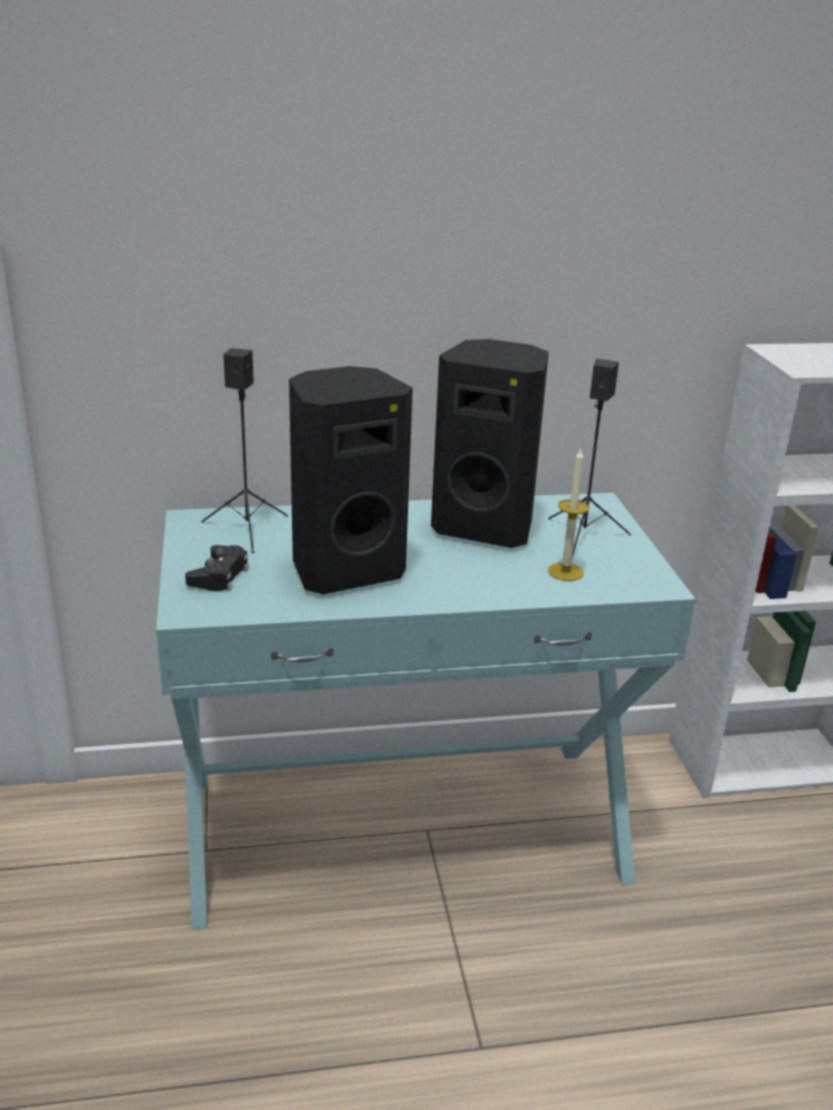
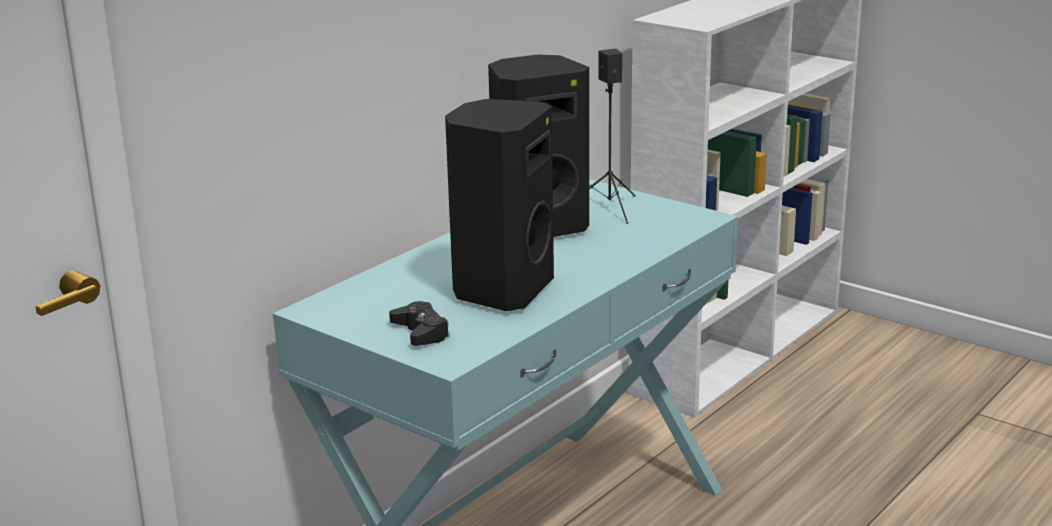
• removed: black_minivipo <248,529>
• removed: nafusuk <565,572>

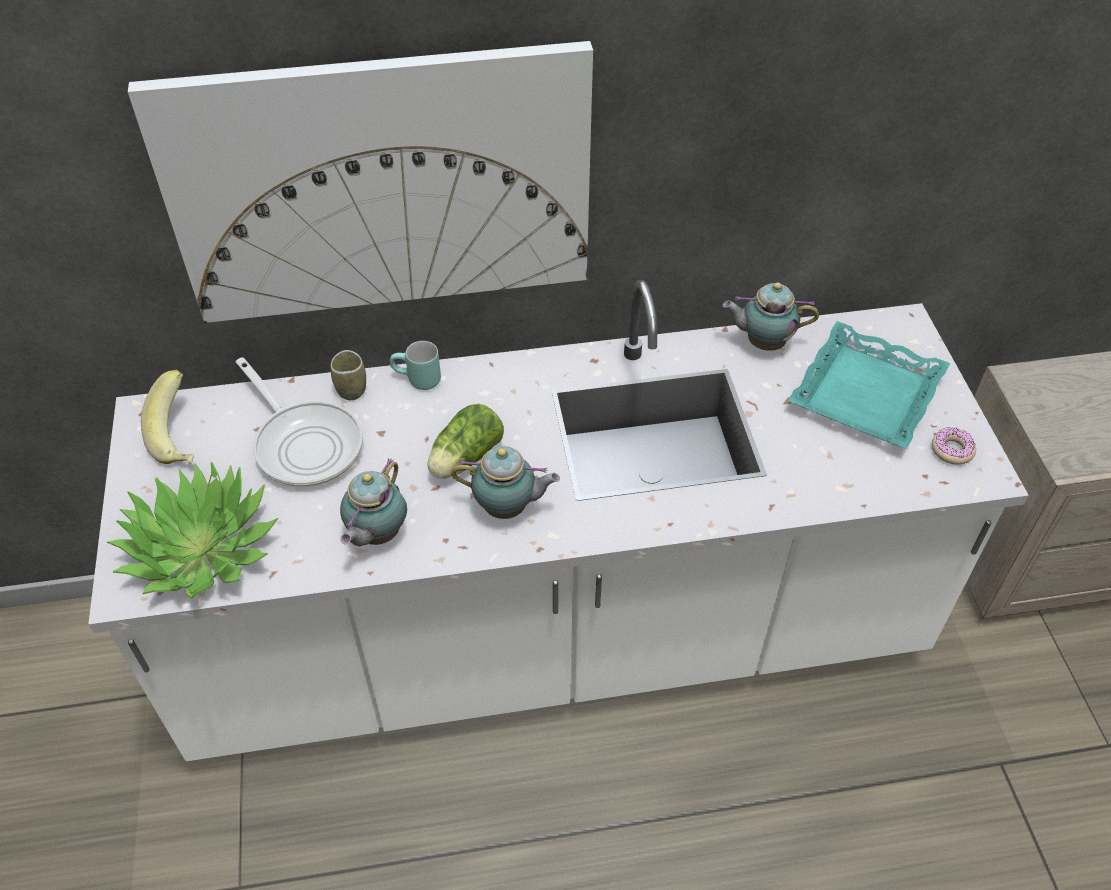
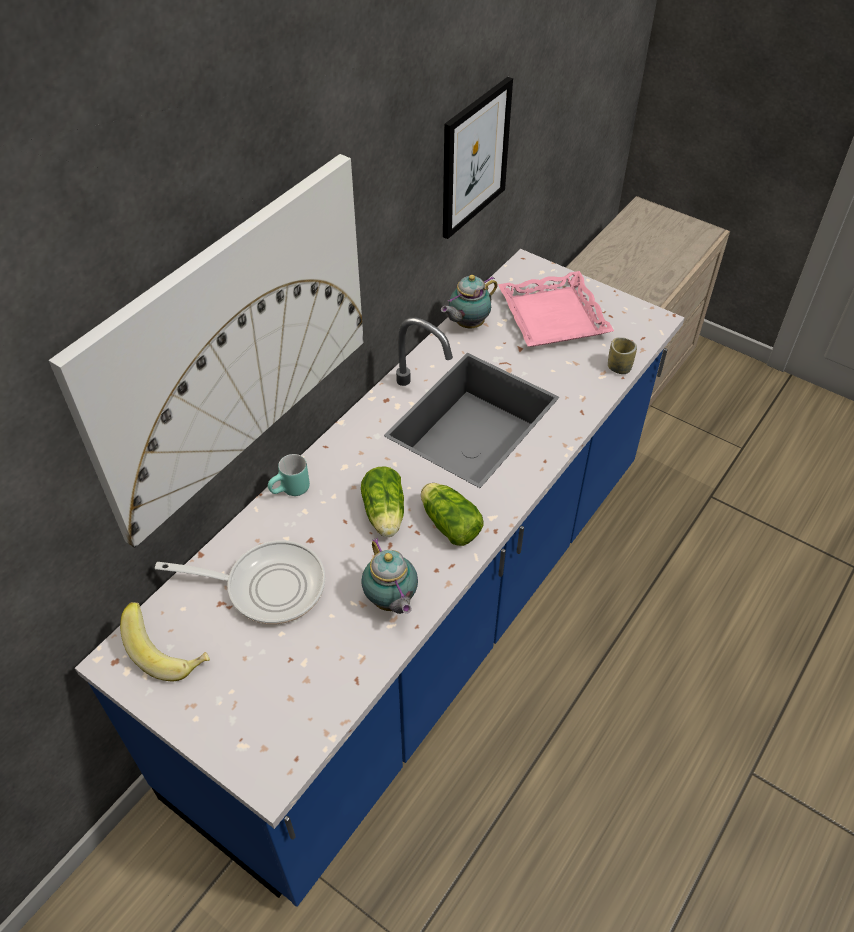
• recoloured: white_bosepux <555,634> to blue_bosepux <427,620>
• removed: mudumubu <202,549>
• moved: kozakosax <351,390> to <619,367>
• replaced: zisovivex <508,508> to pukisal <448,522>
• recoloured: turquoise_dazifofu <865,393> to pink_dazifofu <552,317>
• removed: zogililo <952,450>
• added: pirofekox <474,158>

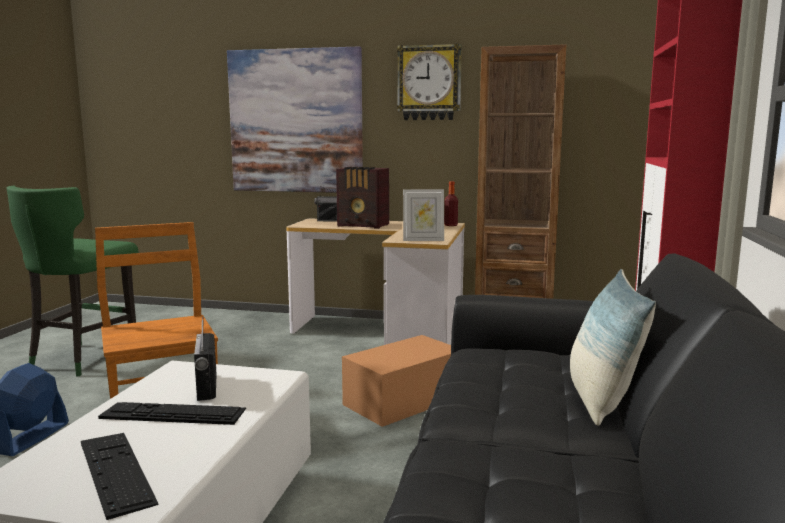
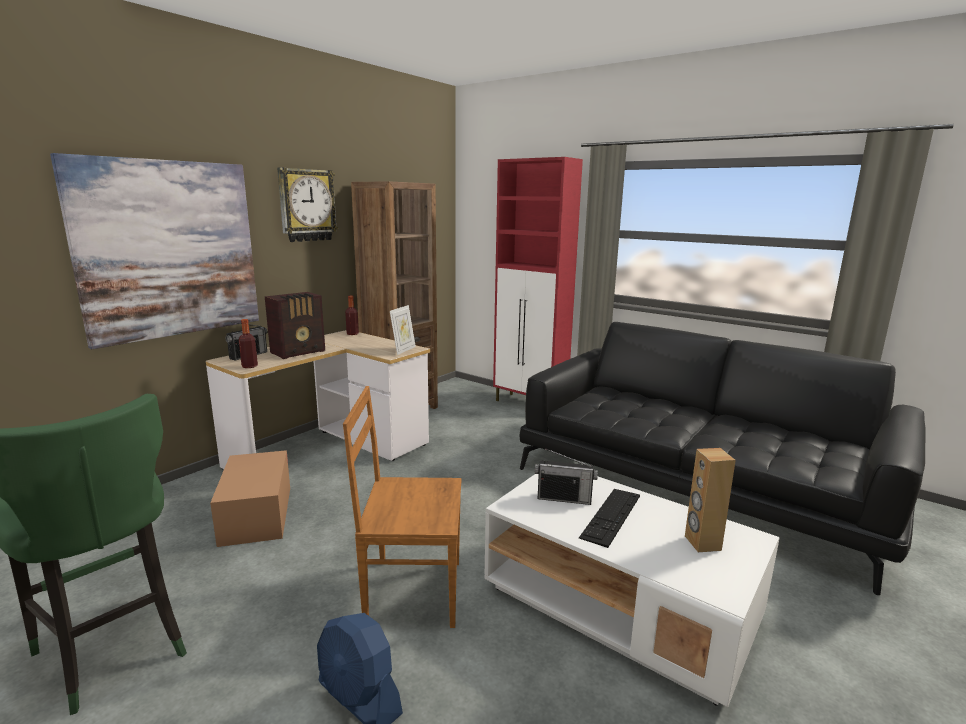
• replaced: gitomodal <116,471> to brown_minivipo <702,543>
• moved: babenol <403,400> to <257,514>
• removed: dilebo <600,400>
• added: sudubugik <249,366>

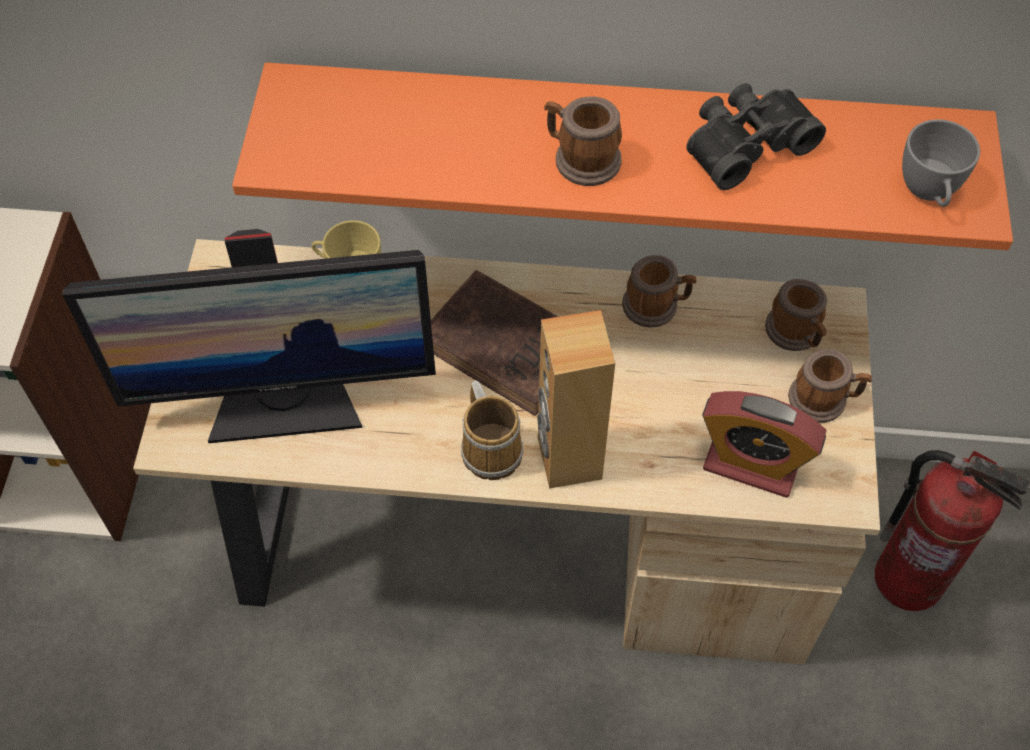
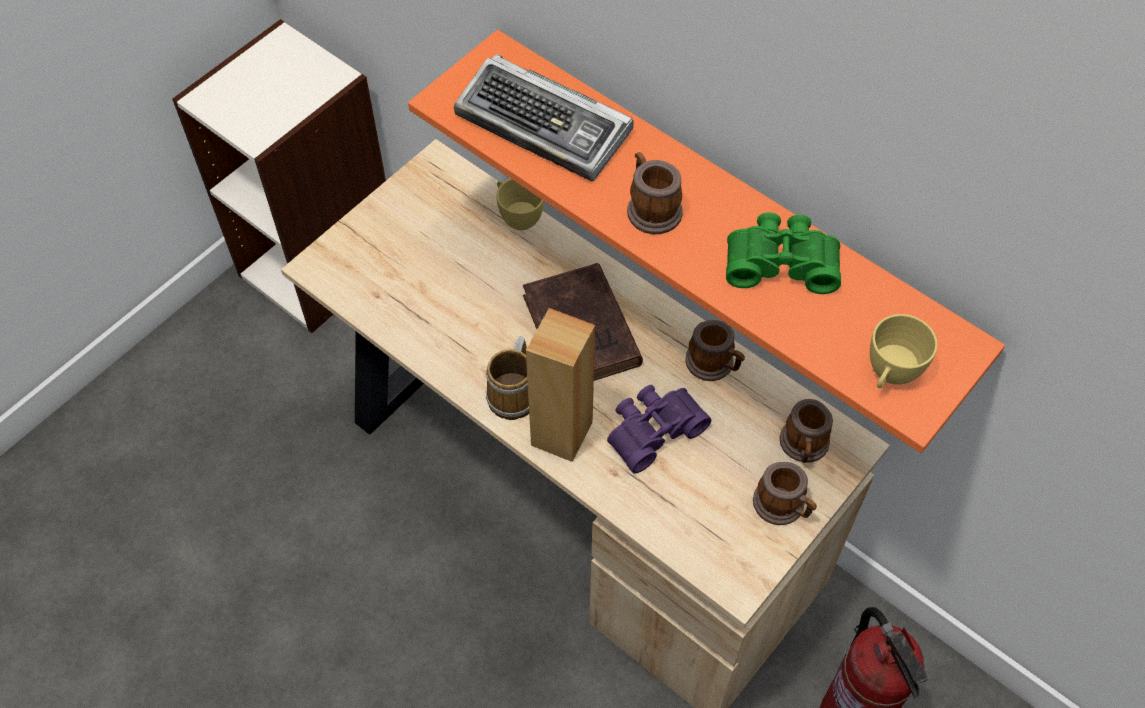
• removed: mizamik <284,402>
• recoloured: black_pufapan <745,143> to green_pufapan <781,261>
• removed: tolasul <751,464>
• recoloured: grey_kozakosax <929,192> to yellow_kozakosax <889,374>
• added: gitomodal <545,126>
• added: purple_pufapan <652,429>

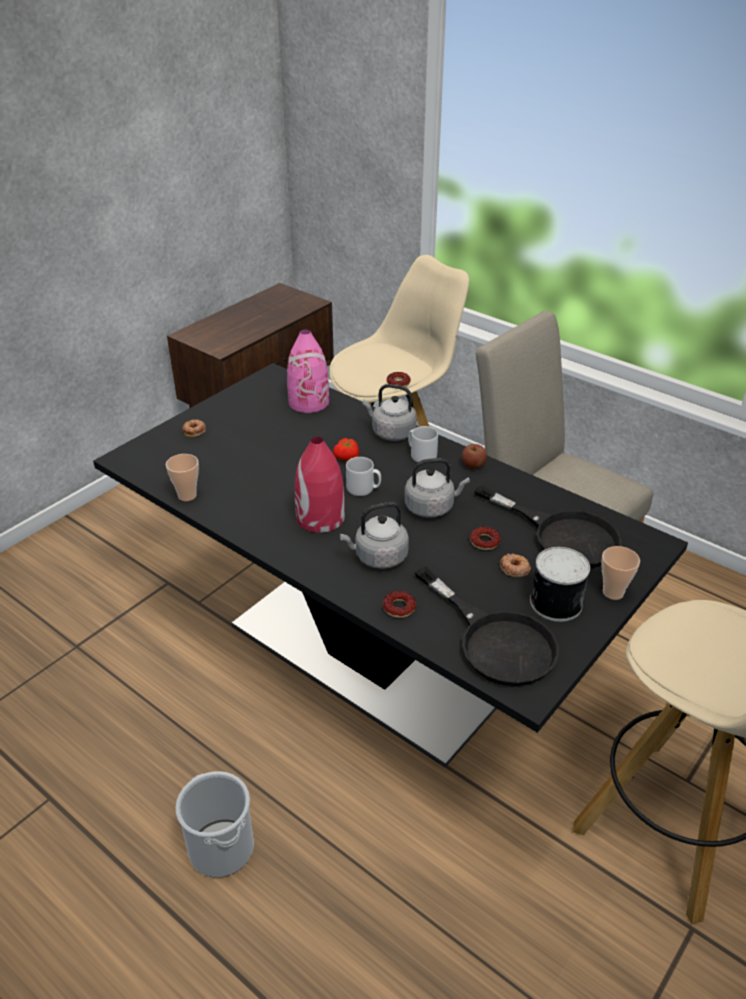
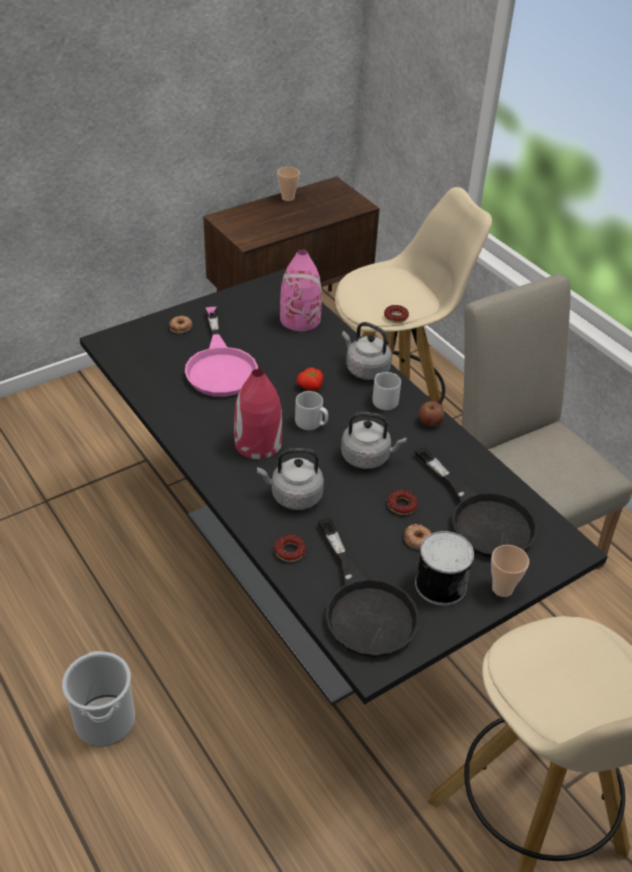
• moved: kozakosax <187,495> to <288,198>
• added: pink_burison <220,365>

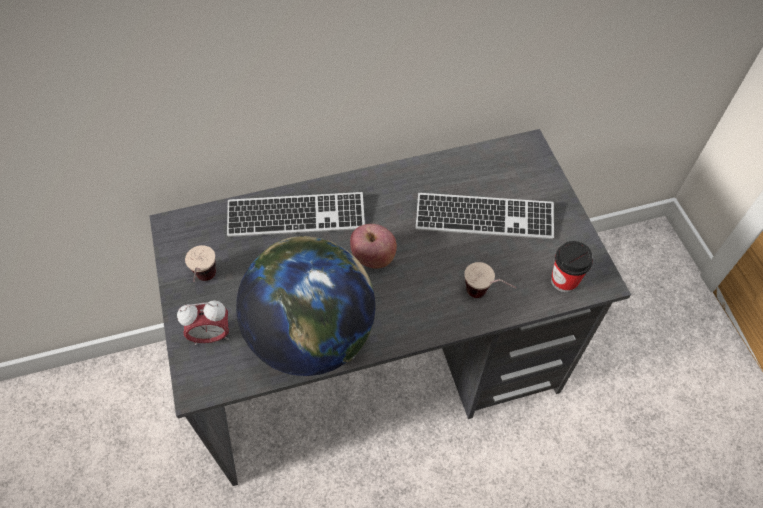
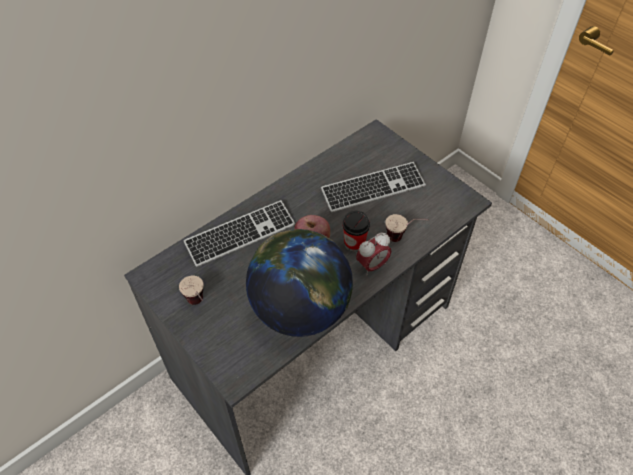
• moved: tolasul <211,335> to <372,266>
• moved: kozakosax <564,281> to <354,243>

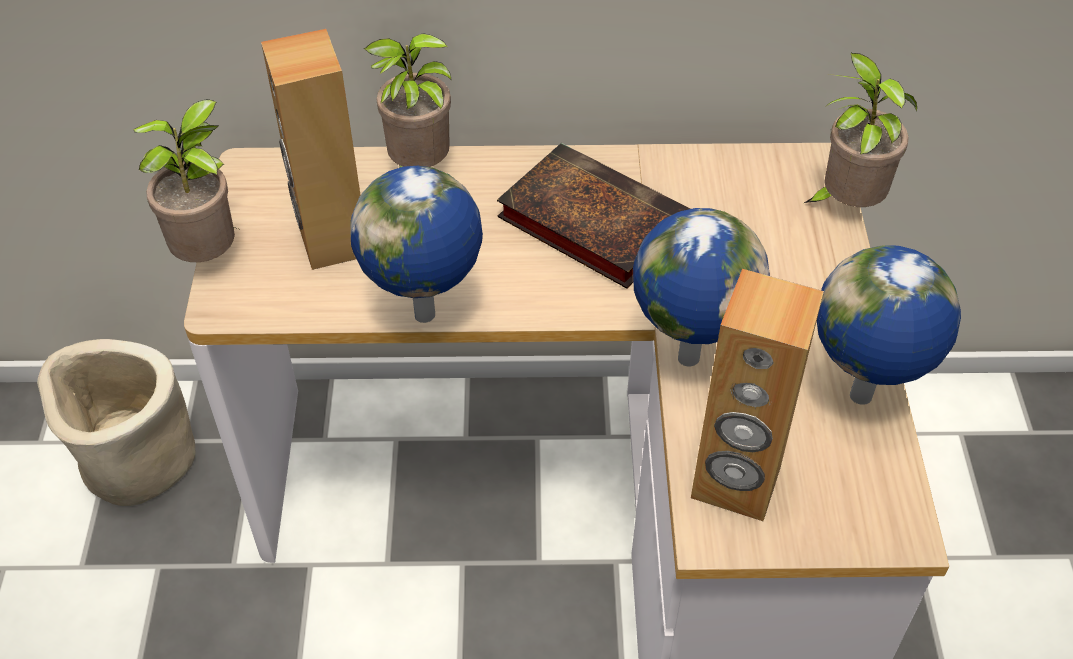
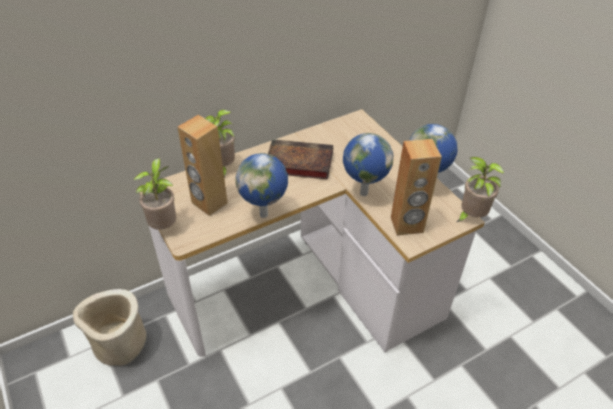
• moved: mudumubu <845,204> to <470,216>

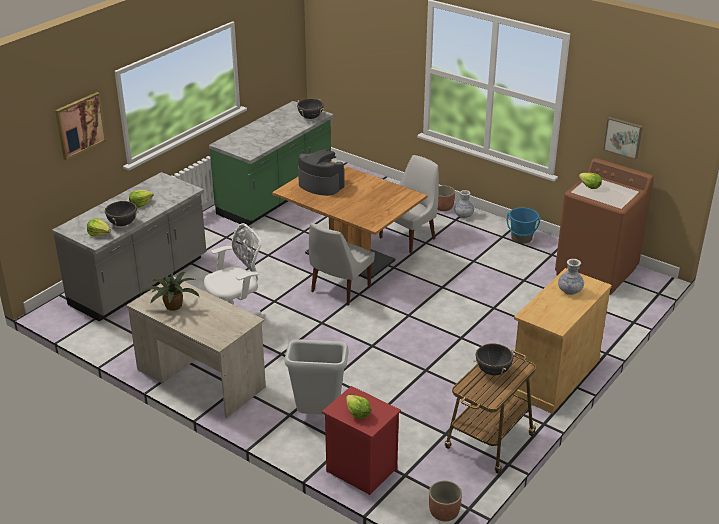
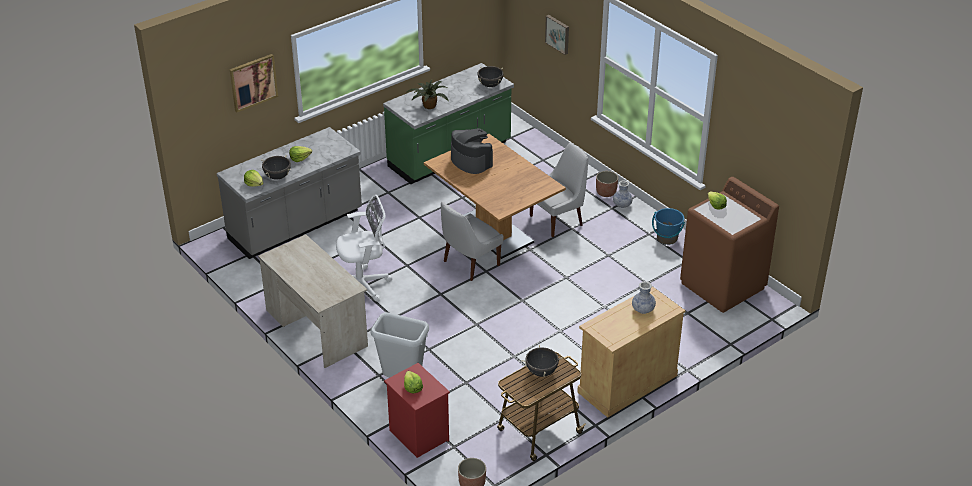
• moved: mudumubu <172,306> to <428,106>
• moved: pirofekox <623,137> to <558,34>

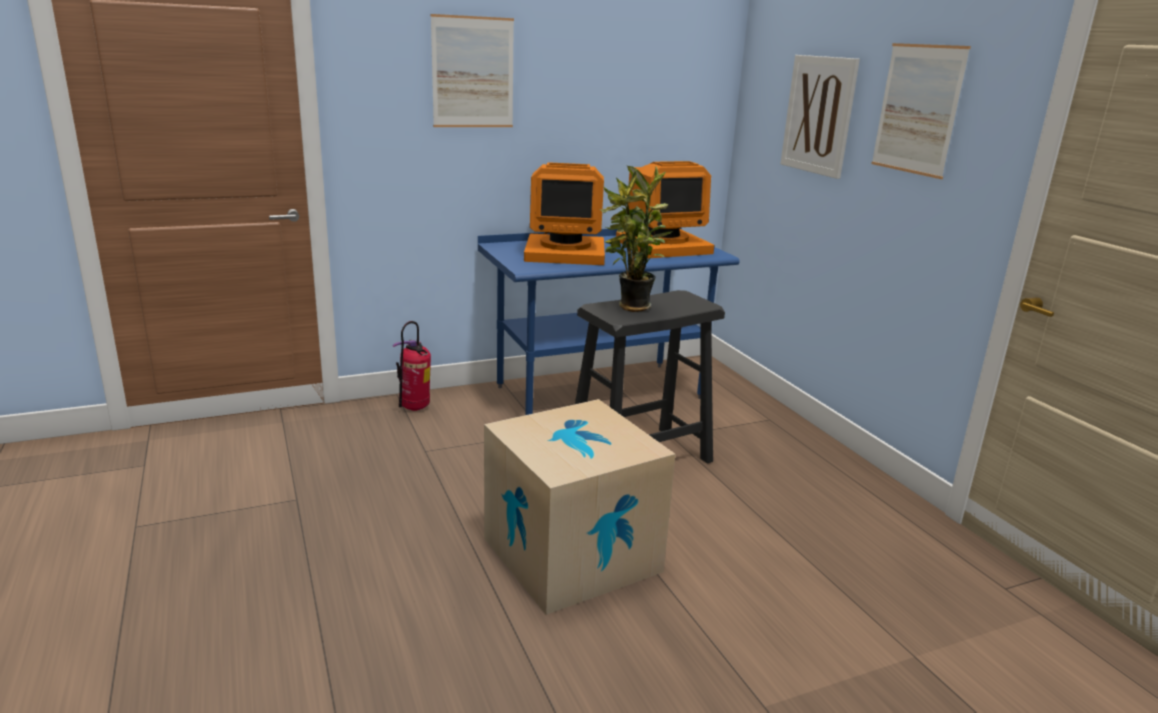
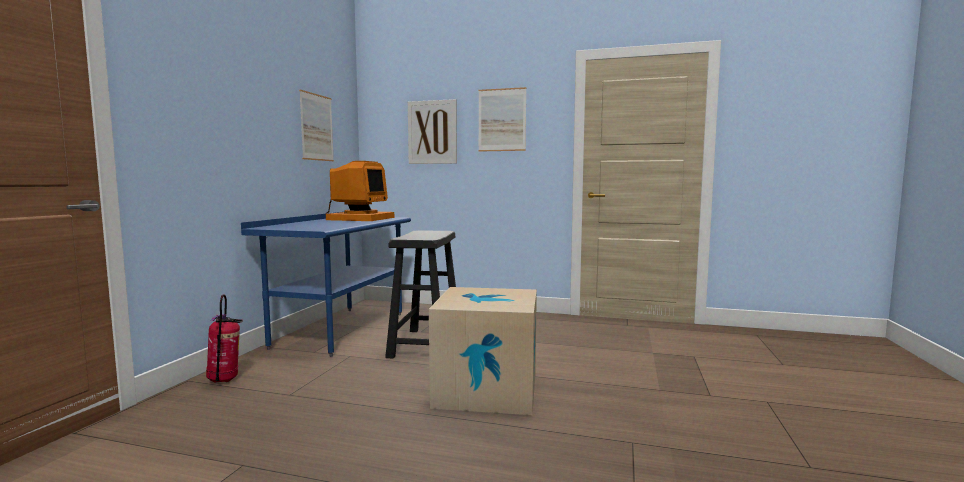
• moved: pirofekox <473,72> to <317,127>
• removed: mizamik <565,252>
• removed: mudumubu <631,307>

